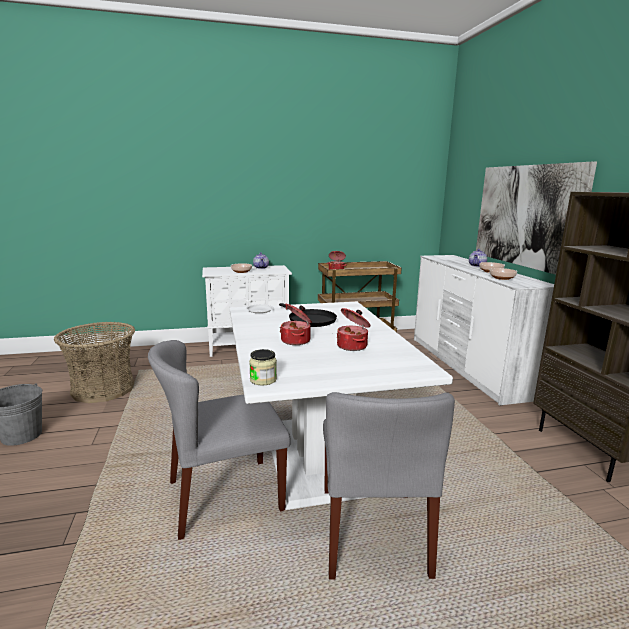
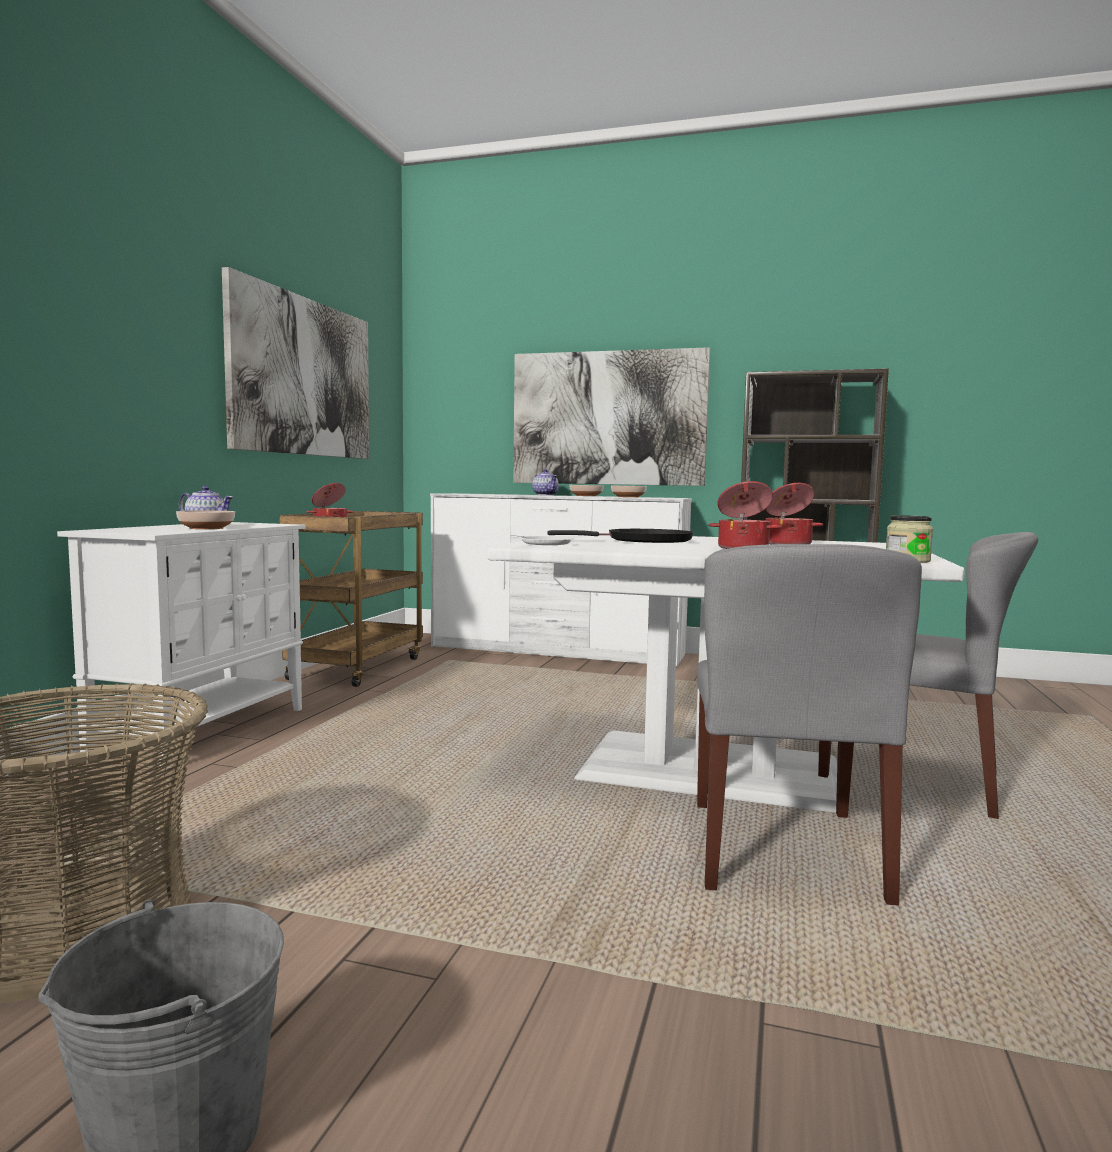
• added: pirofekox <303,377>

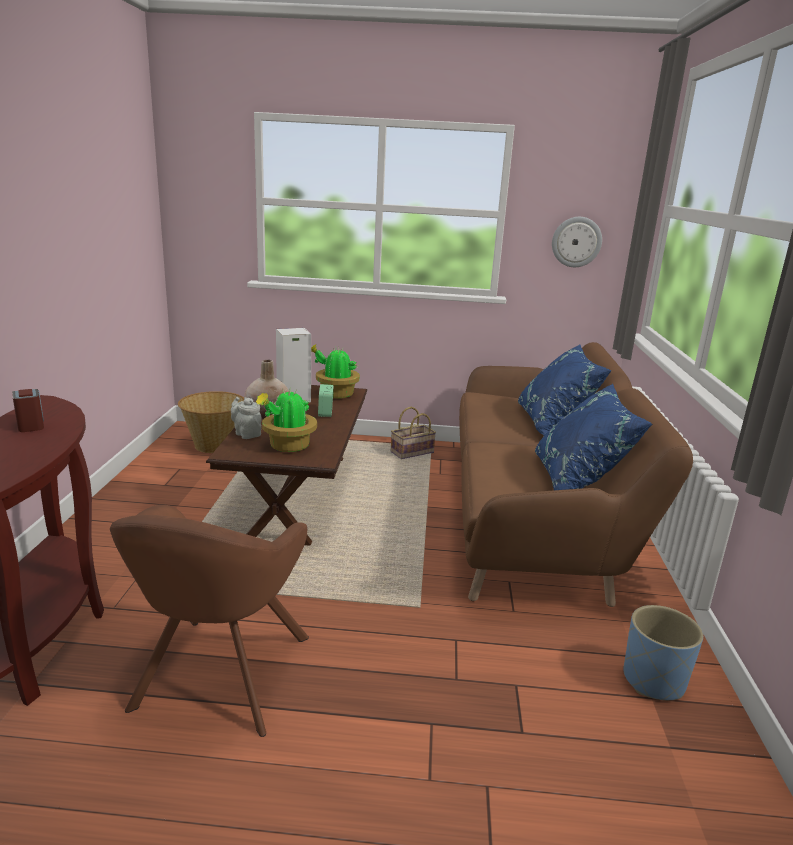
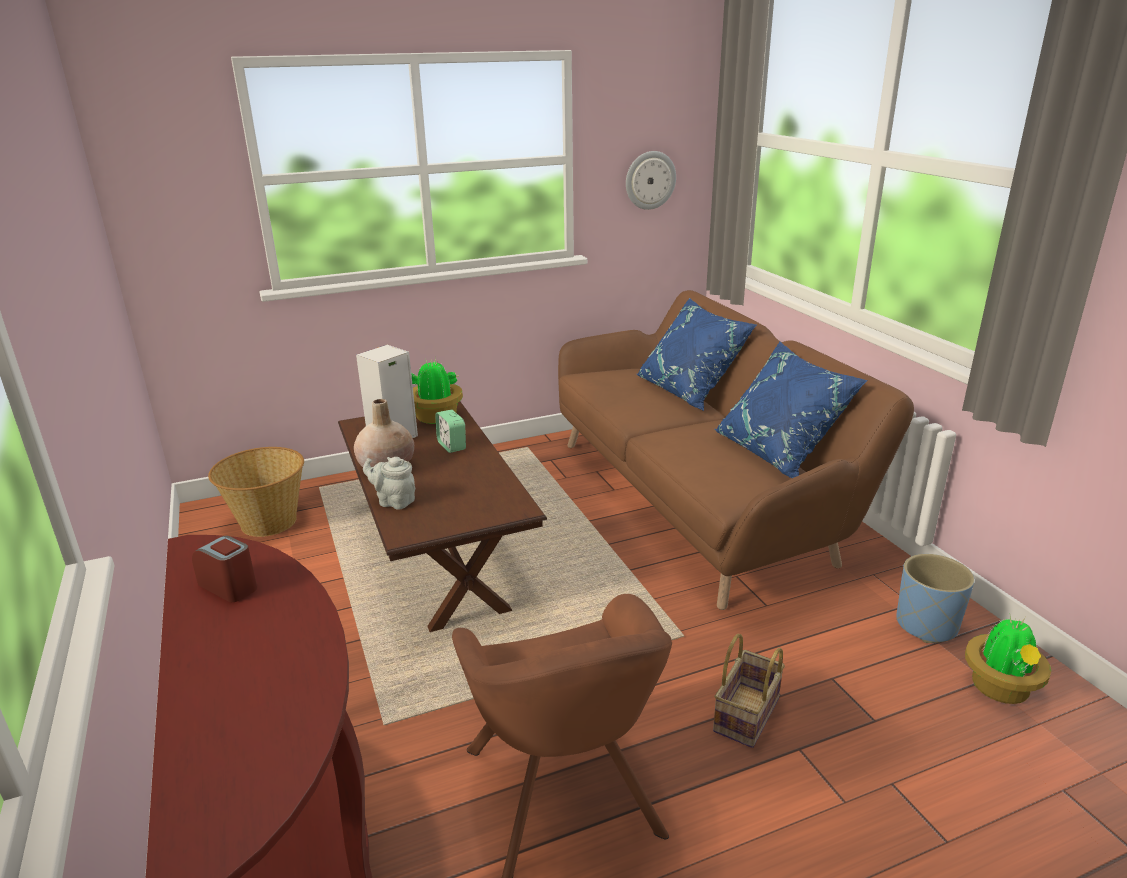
• moved: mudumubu <288,446> to <1000,689>
• moved: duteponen <411,453> to <747,717>

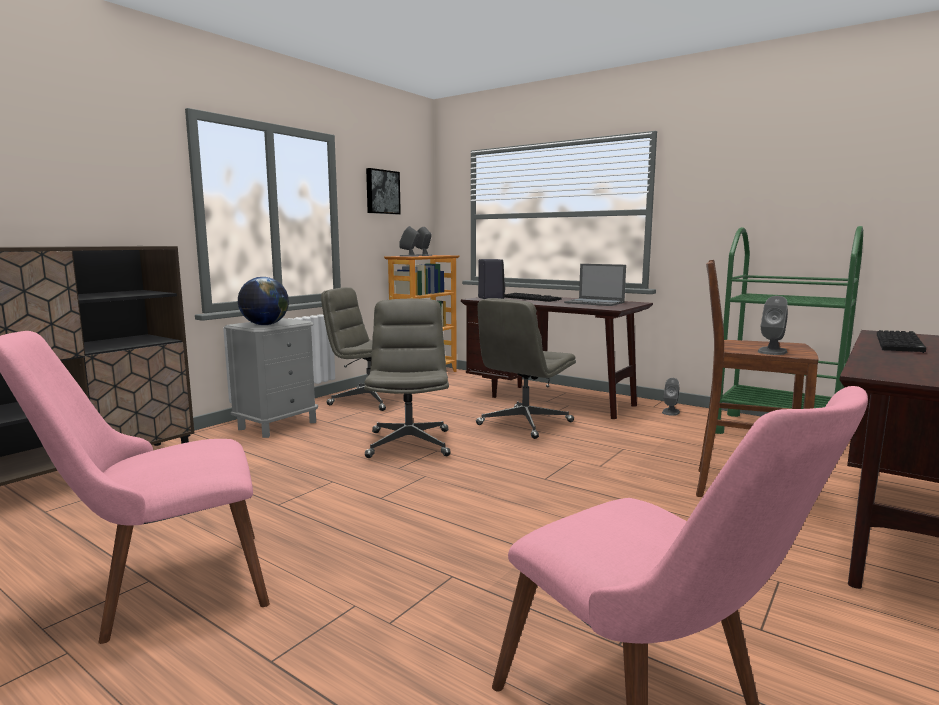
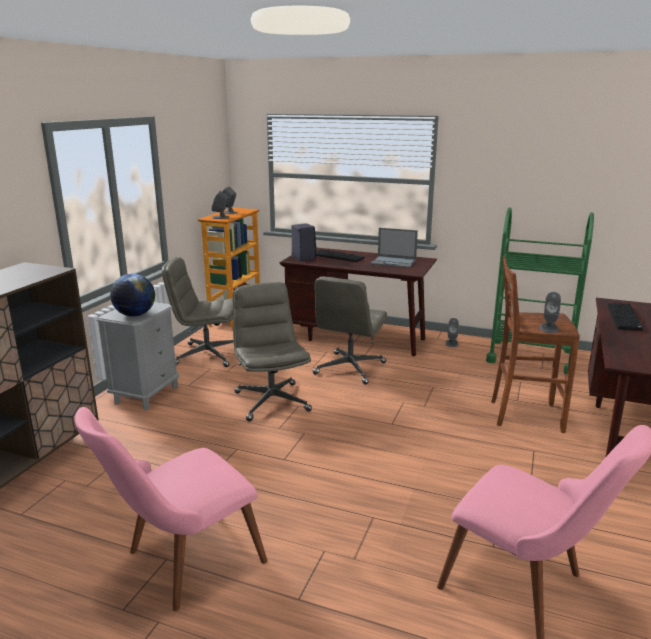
• removed: pirofekox <382,192>

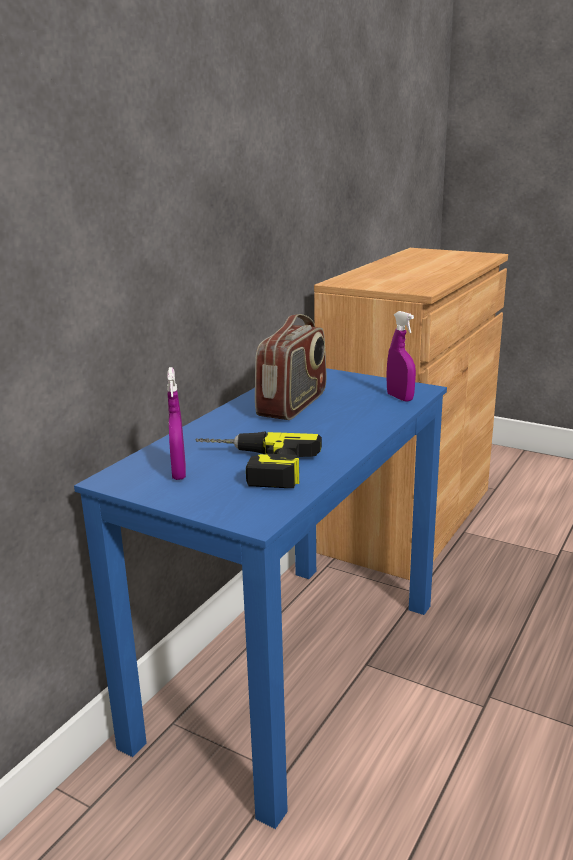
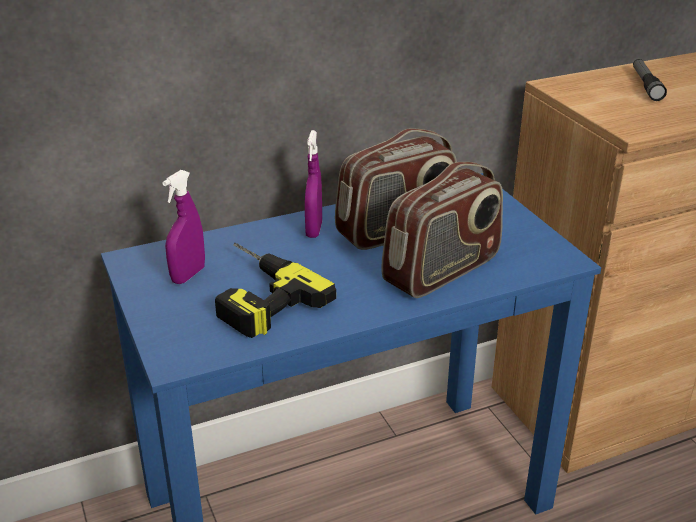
• moved: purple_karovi <400,398> to <314,230>
• added: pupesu <442,271>
• added: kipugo <646,85>

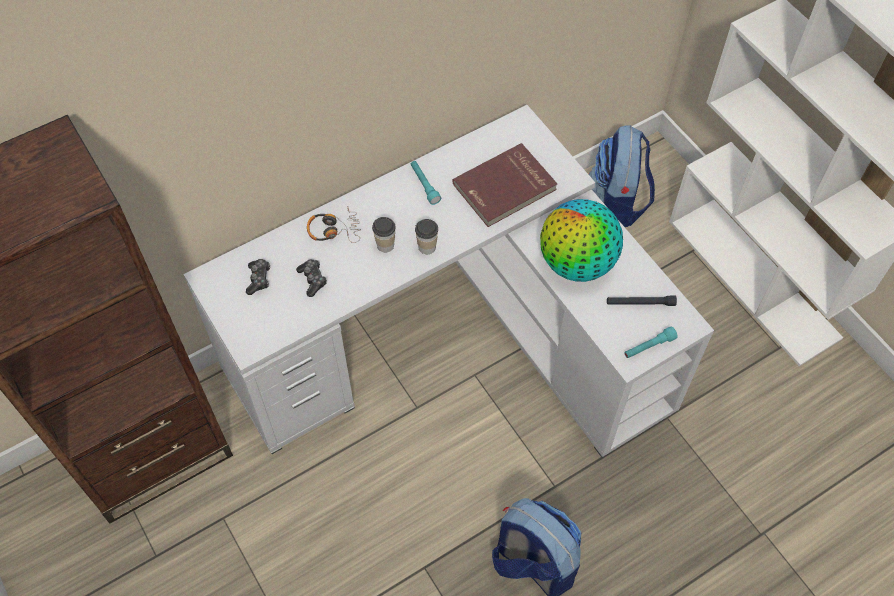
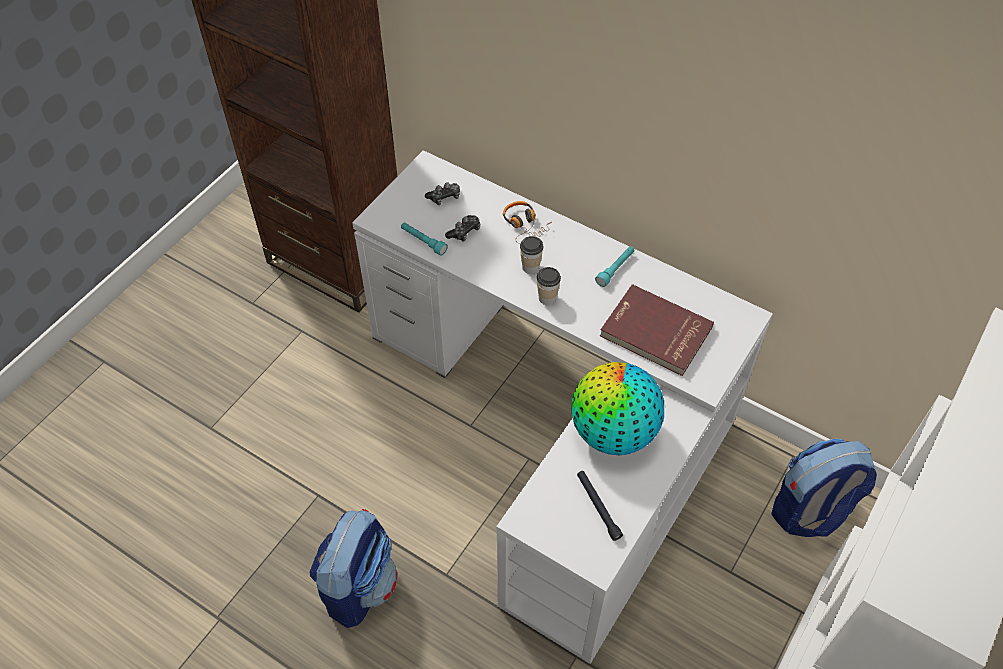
• moved: turquoise_kipugo <648,347> to <423,241>

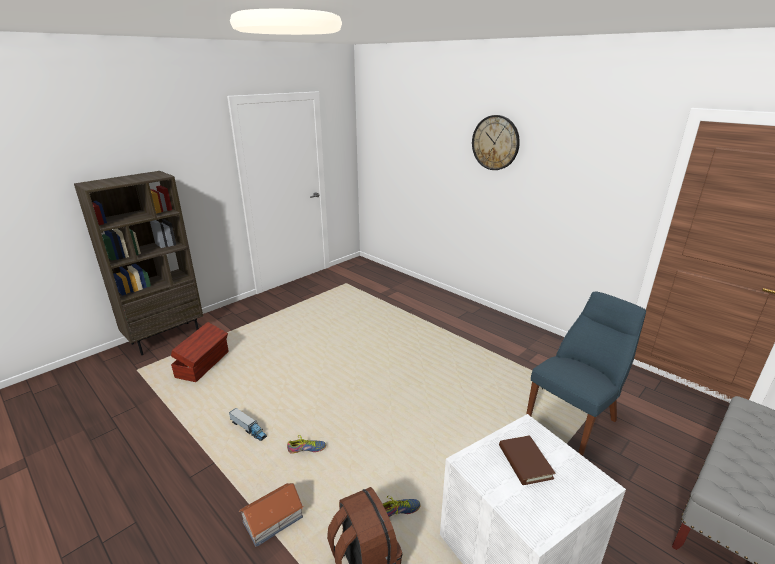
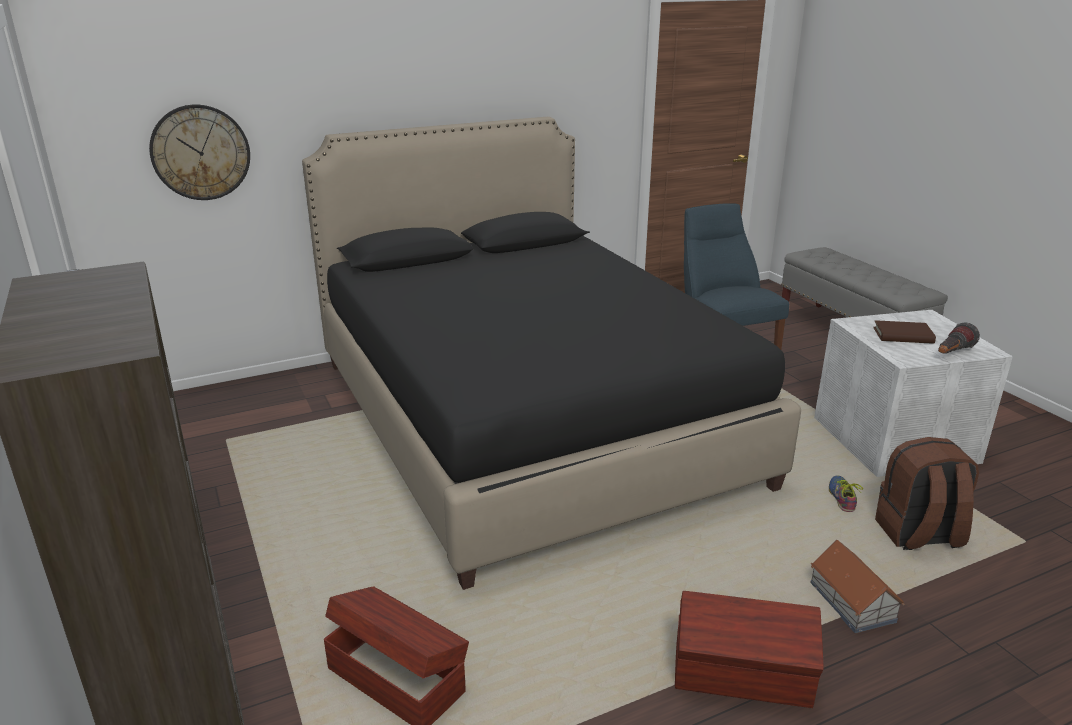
• removed: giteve <248,429>
• removed: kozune <307,450>
• moved: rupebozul <495,143> to <200,152>
• added: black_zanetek <526,420>
• added: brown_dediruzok <743,676>
• added: kipugo <951,354>

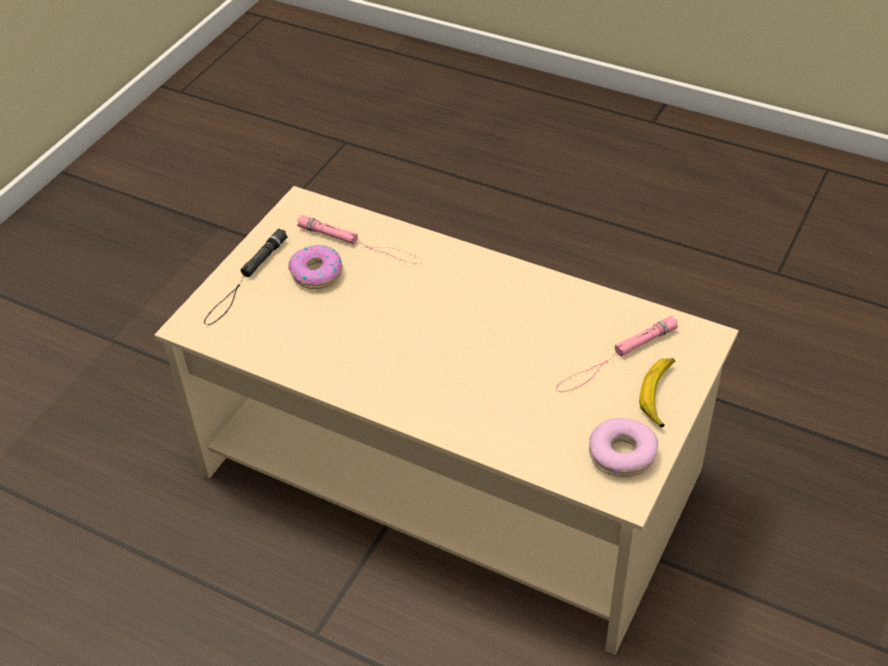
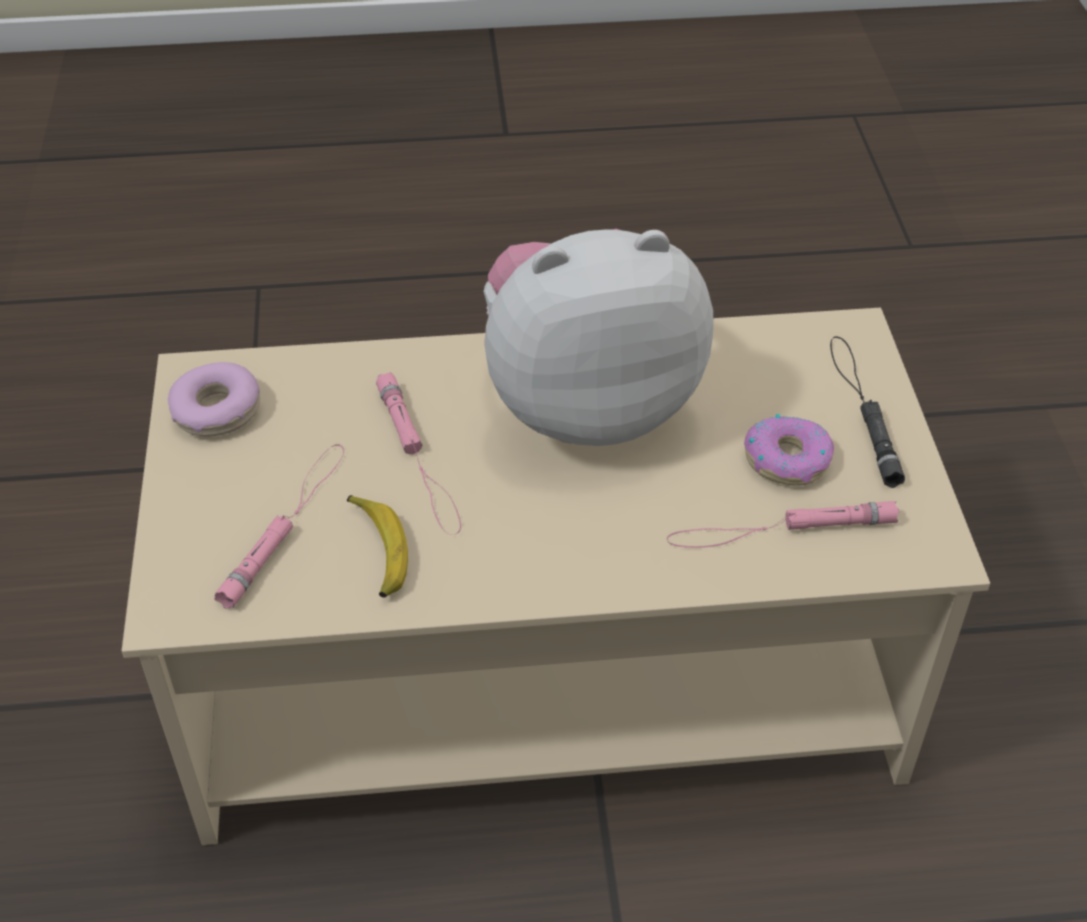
• moved: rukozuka <659,395> to <378,551>
• added: pink_kipugo <419,458>
• added: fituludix <587,404>

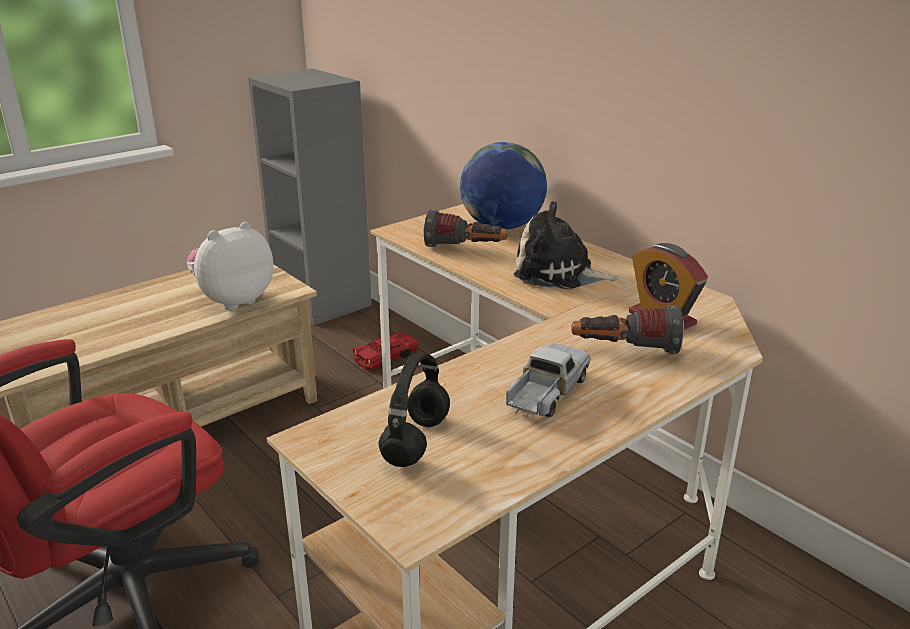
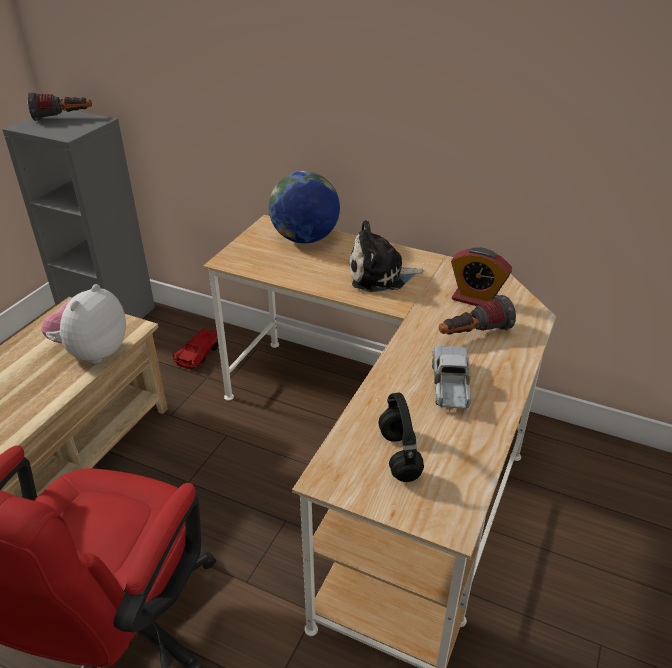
• moved: kipugo <465,249> to <63,118>

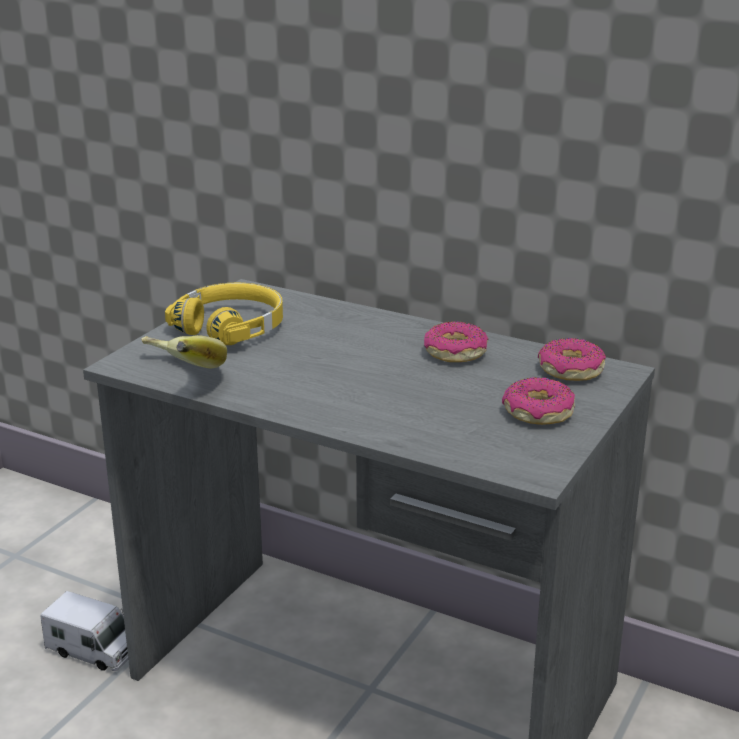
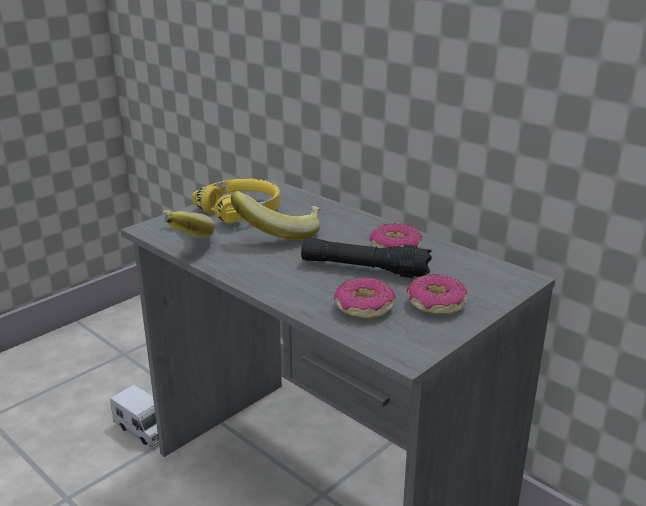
• moved: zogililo <570,370> to <364,307>
• added: rukozuka <280,233>
• added: black_kipugo <364,269>

